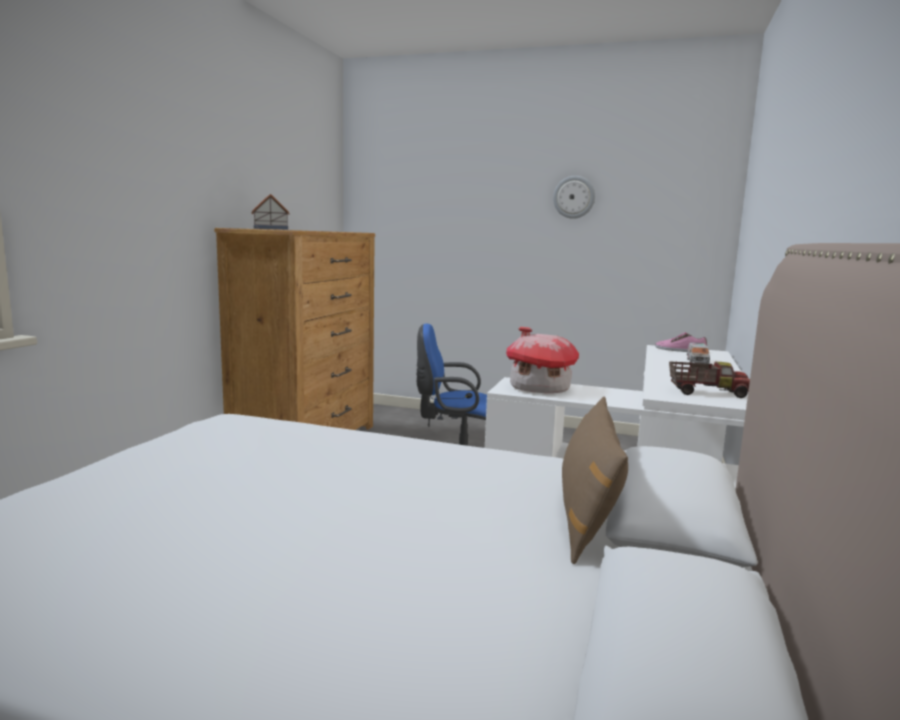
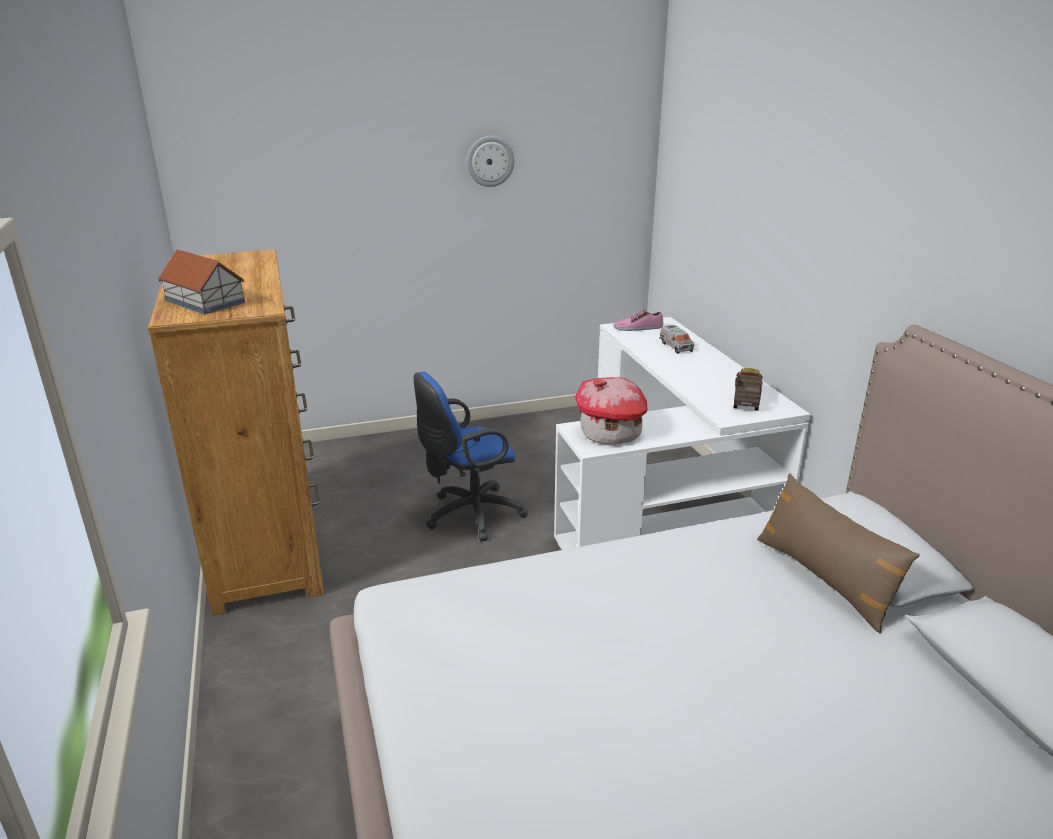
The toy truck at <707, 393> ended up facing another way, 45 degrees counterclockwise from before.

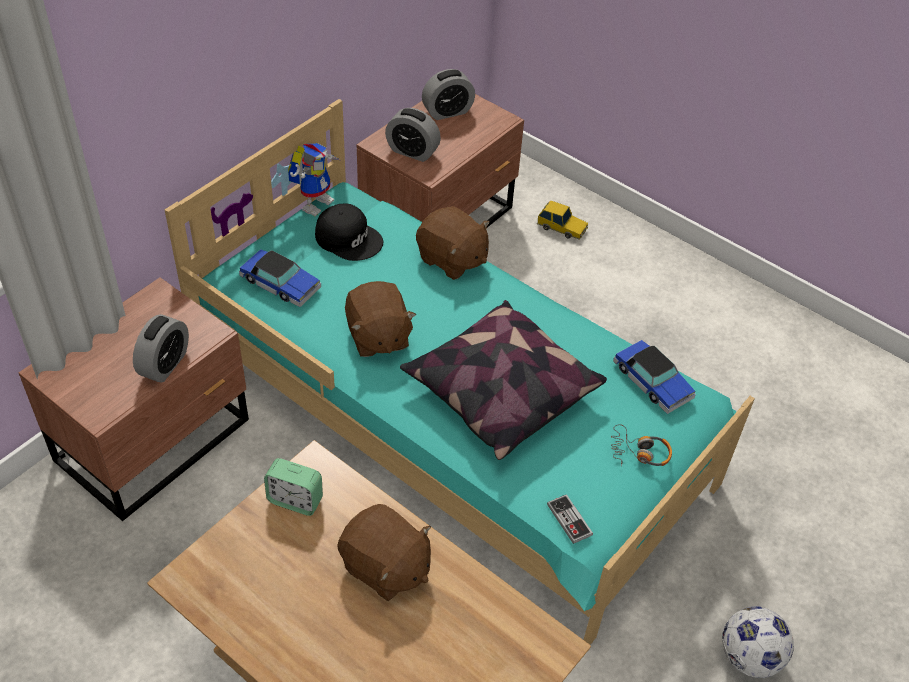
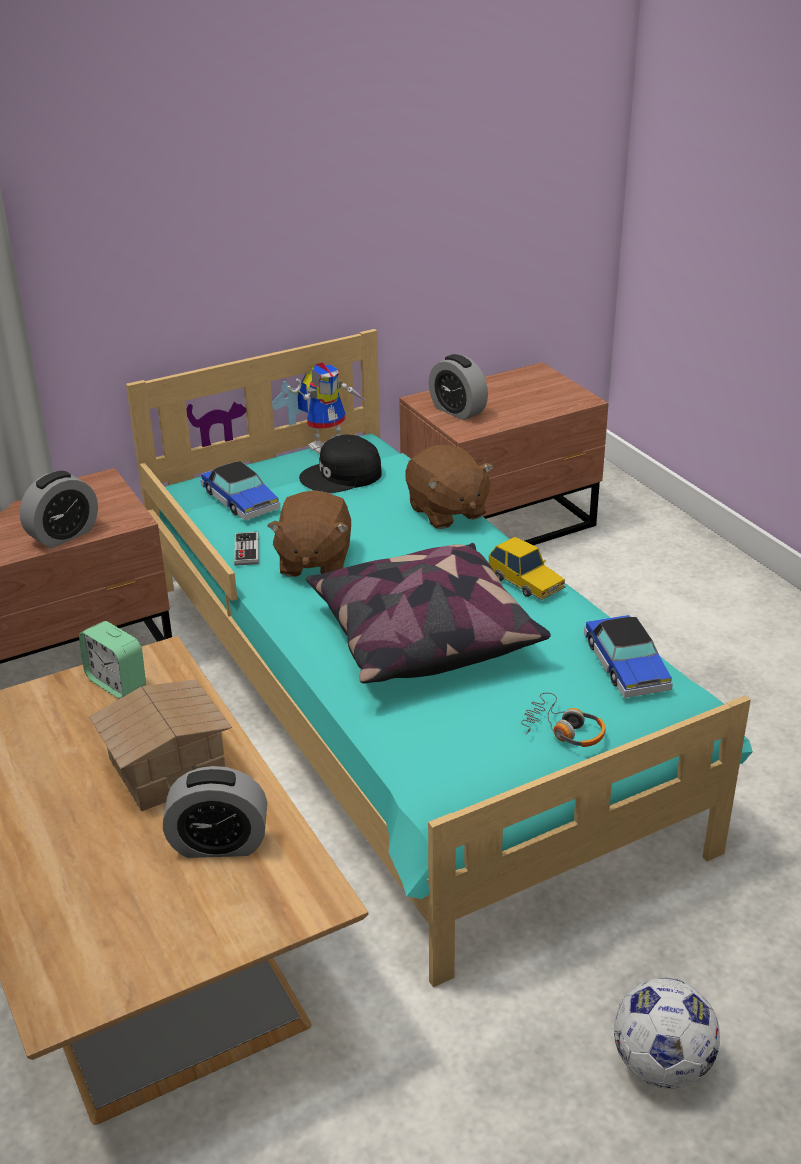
The black cap at <349, 238> ended up facing another way, 105 degrees clockwise from before.
Where the brown plush toy stood at <385, 568>, the toy house came to stand at <169, 767>.
The alarm clock ended up elsewhere, having gone from <447, 112> to <219, 844>.
The toy car ended up elsewhere, having gone from <562, 227> to <526, 582>.
The game controller ended up elsewhere, having gone from <569, 520> to <246, 550>.

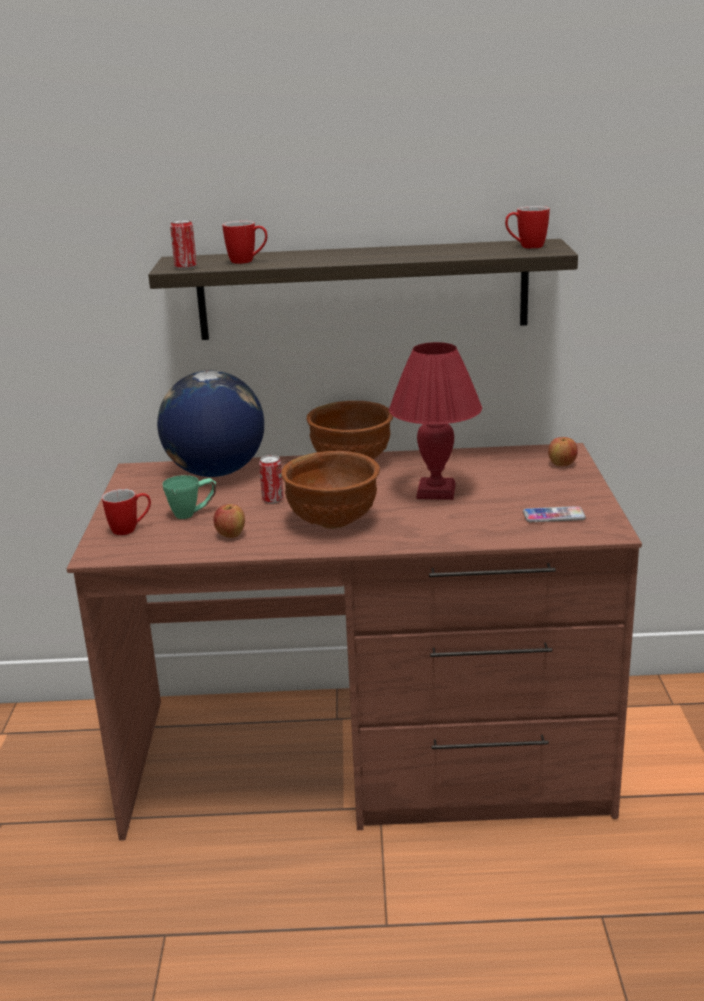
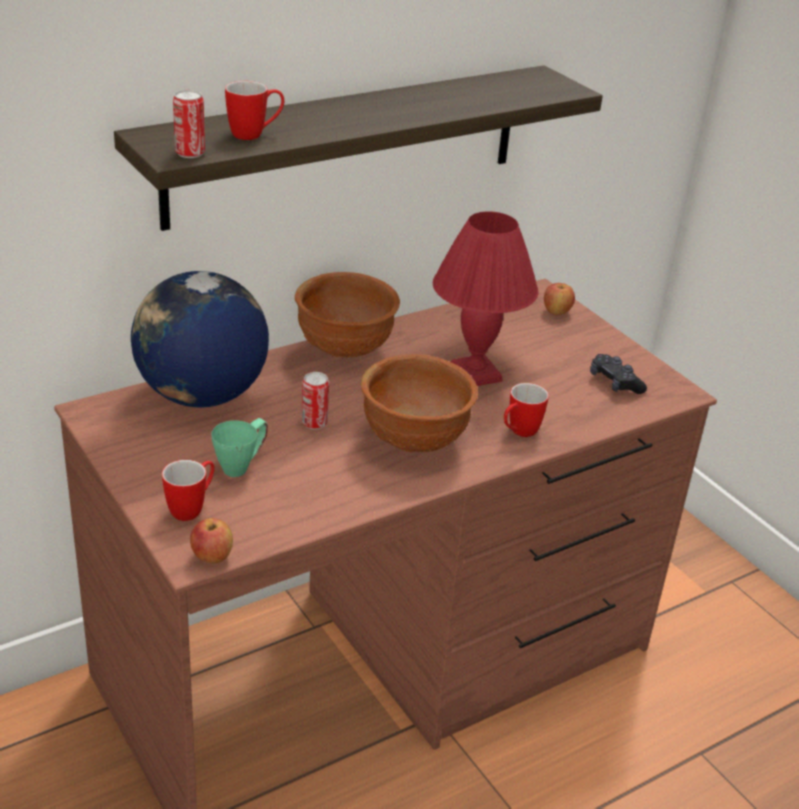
The apple ended up elsewhere, having gone from <230, 535> to <211, 557>.
The mug ended up elsewhere, having gone from <526, 247> to <518, 433>.
Where the phone stood at <553, 516>, the black game controller came to stand at <615, 383>.

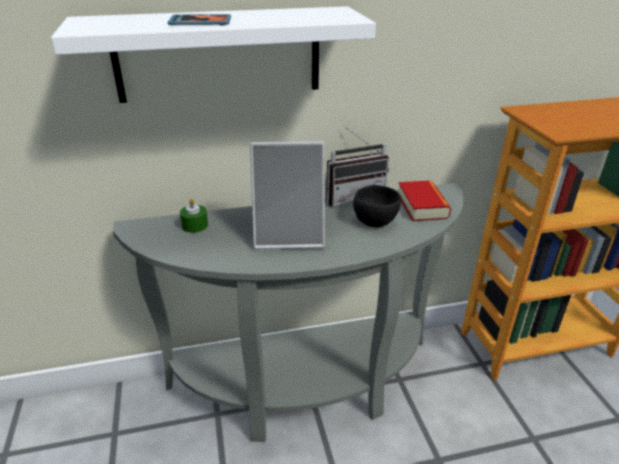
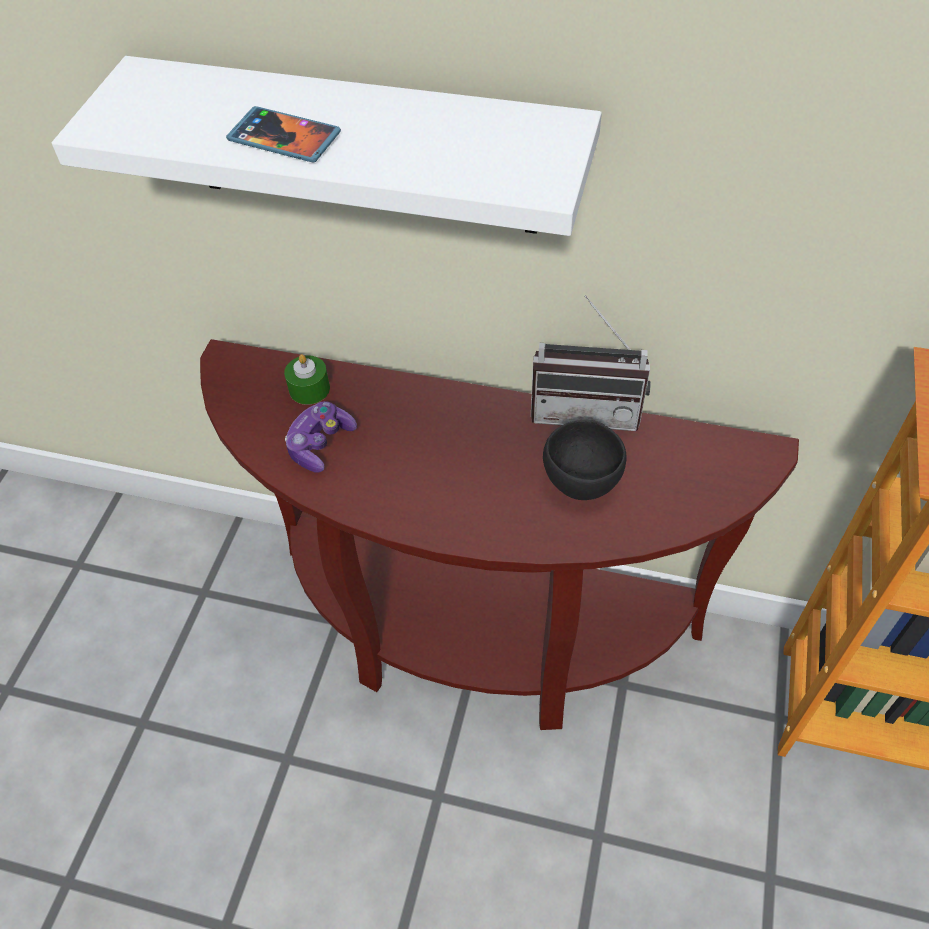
What was the grey console table at <306, 387> turned into the brown console table at <476, 635>.
The second view lost the picture frame at <289, 235>.
The second view lost the book at <422, 206>.
The second view gained the game controller at <320, 444>.

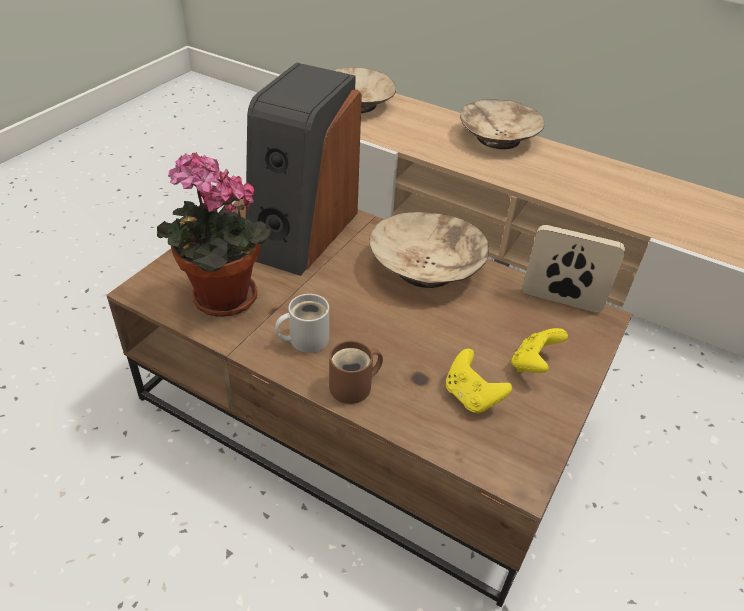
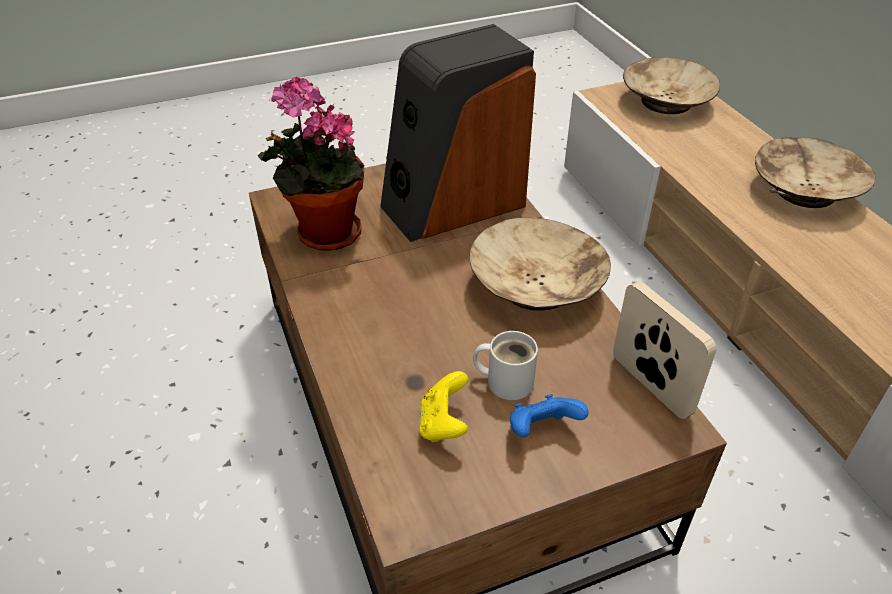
The white mug ended up elsewhere, having gone from <305, 338> to <506, 380>.
The second view lost the brown mug at <354, 387>.
What was the yellow game controller at <533, 364> turned into the blue game controller at <542, 430>.

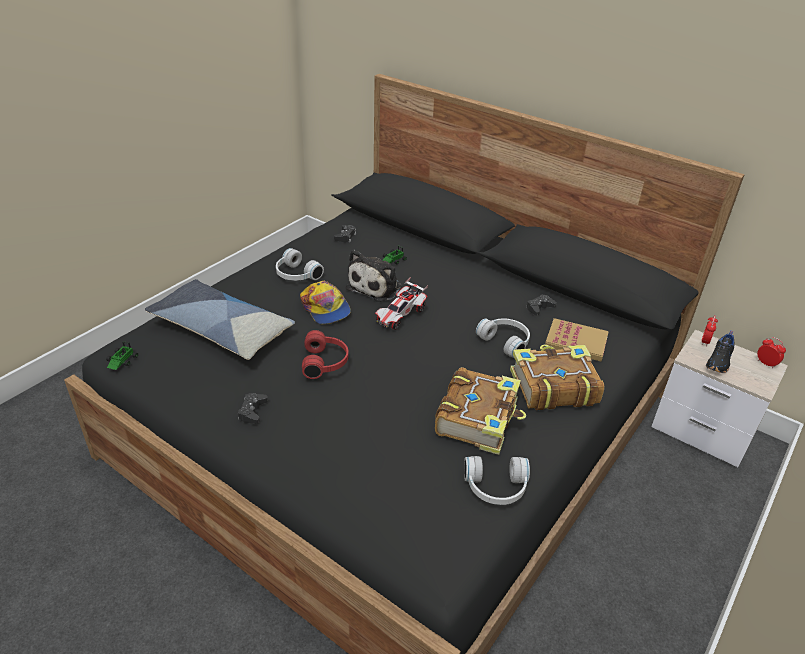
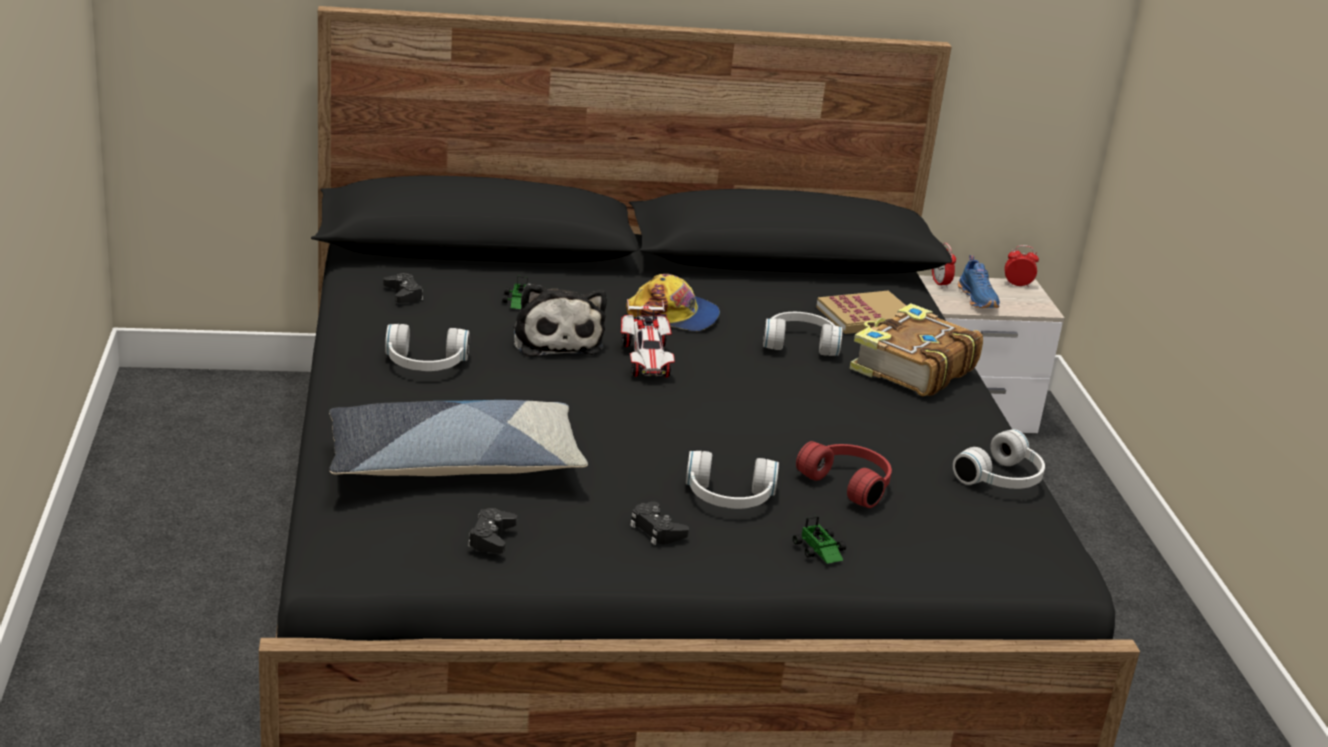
The toy car ended up elsewhere, having gone from <120, 361> to <821, 550>.
The cap ended up elsewhere, having gone from <325, 308> to <674, 315>.
The red headphones ended up elsewhere, having gone from <326, 362> to <849, 483>.
The second view lost the book at <478, 418>.
The black game controller ended up elsewhere, having gone from <539, 308> to <491, 538>.
What was the black shoe at <719, 362> turned into the blue shoe at <978, 299>.
The second view gained the white headphones at <729, 499>.

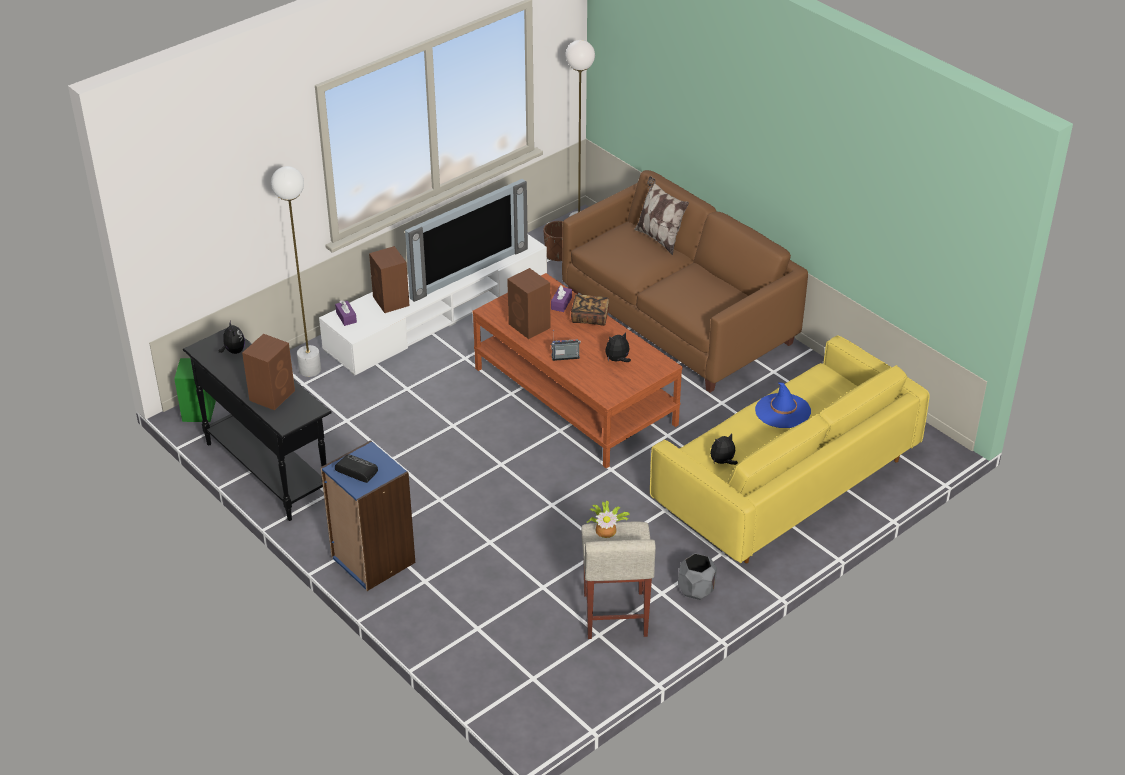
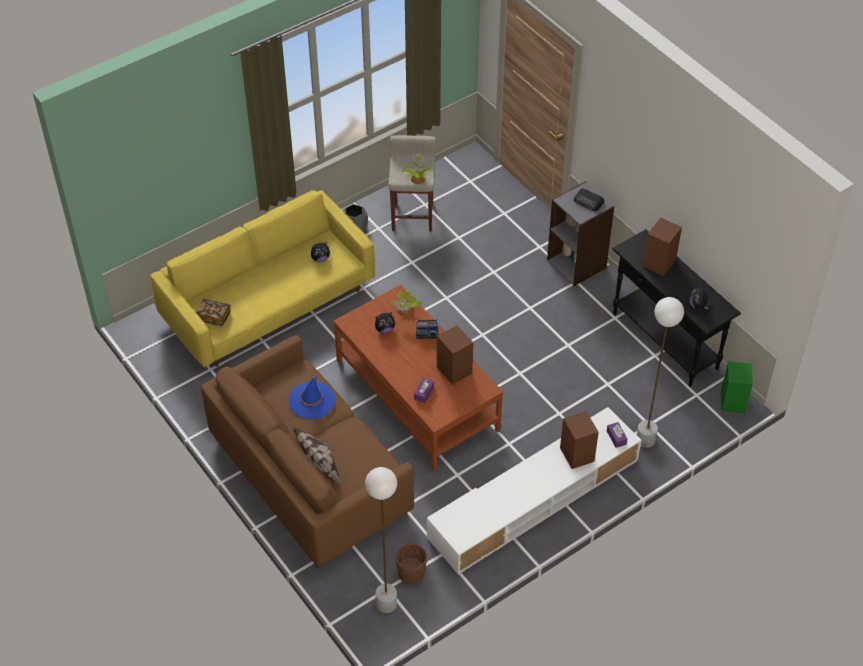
What was the blue bookcase at <372, 560> turned into the grey bookcase at <577, 263>.
The second view lost the television at <466, 270>.
The book ended up elsewhere, having gone from <590, 317> to <214, 317>.
The blue hat ended up elsewhere, having gone from <782, 411> to <312, 400>.
The second view gained the potted plant at <406, 310>.

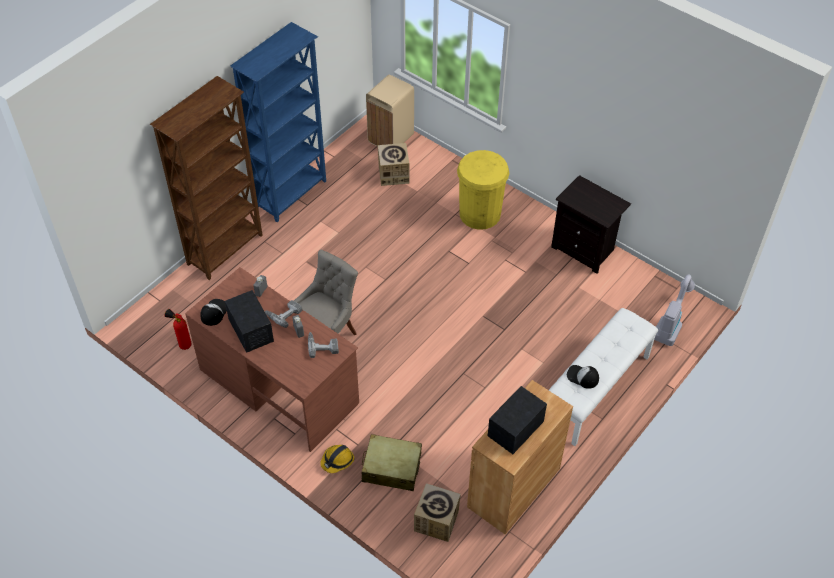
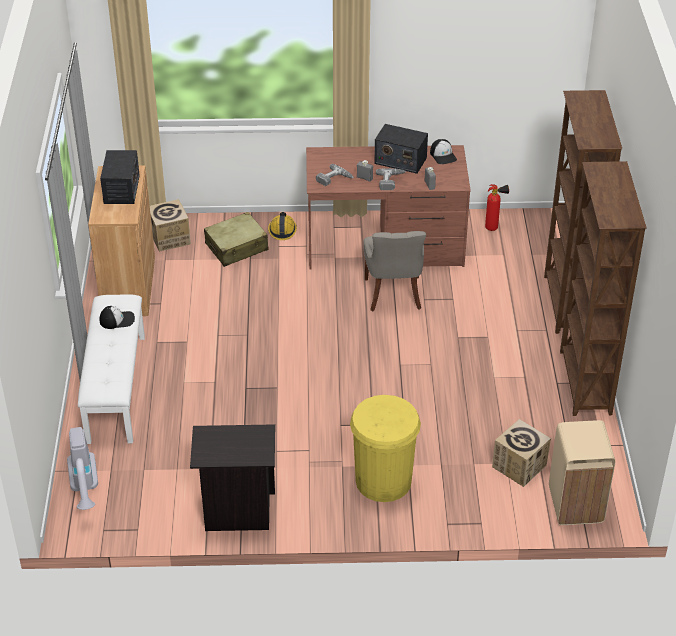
What was the blue bookcase at <292, 194> turned into the brown bookcase at <584, 383>.

